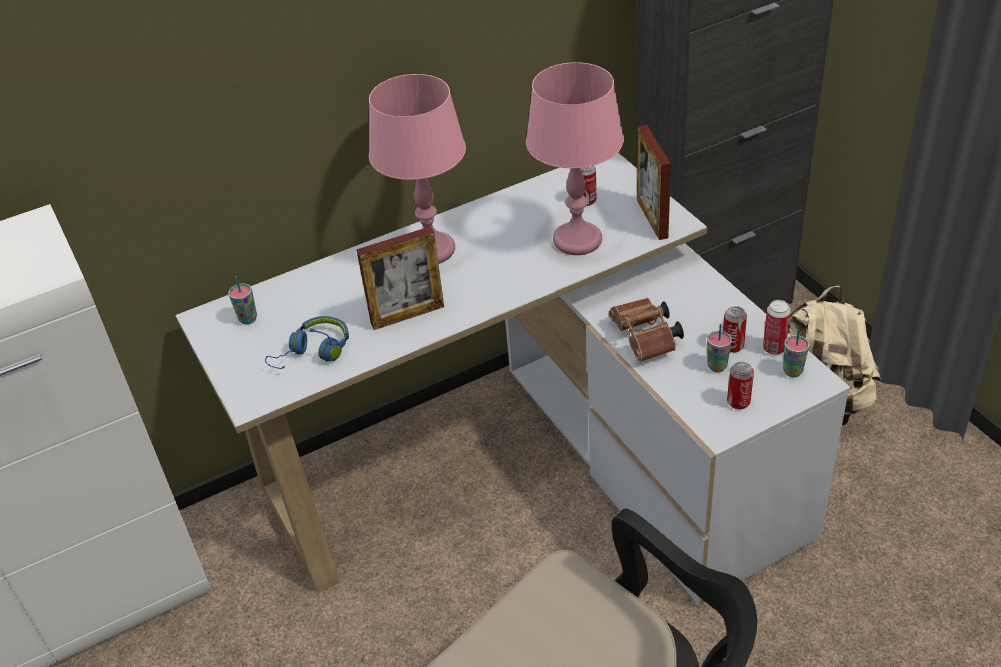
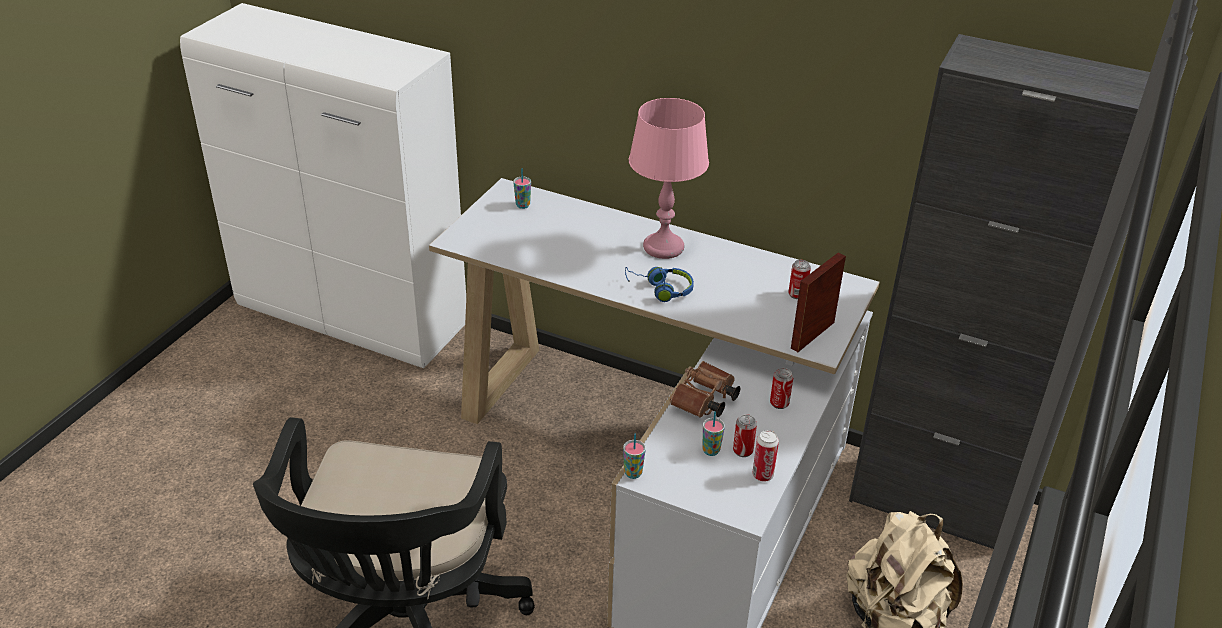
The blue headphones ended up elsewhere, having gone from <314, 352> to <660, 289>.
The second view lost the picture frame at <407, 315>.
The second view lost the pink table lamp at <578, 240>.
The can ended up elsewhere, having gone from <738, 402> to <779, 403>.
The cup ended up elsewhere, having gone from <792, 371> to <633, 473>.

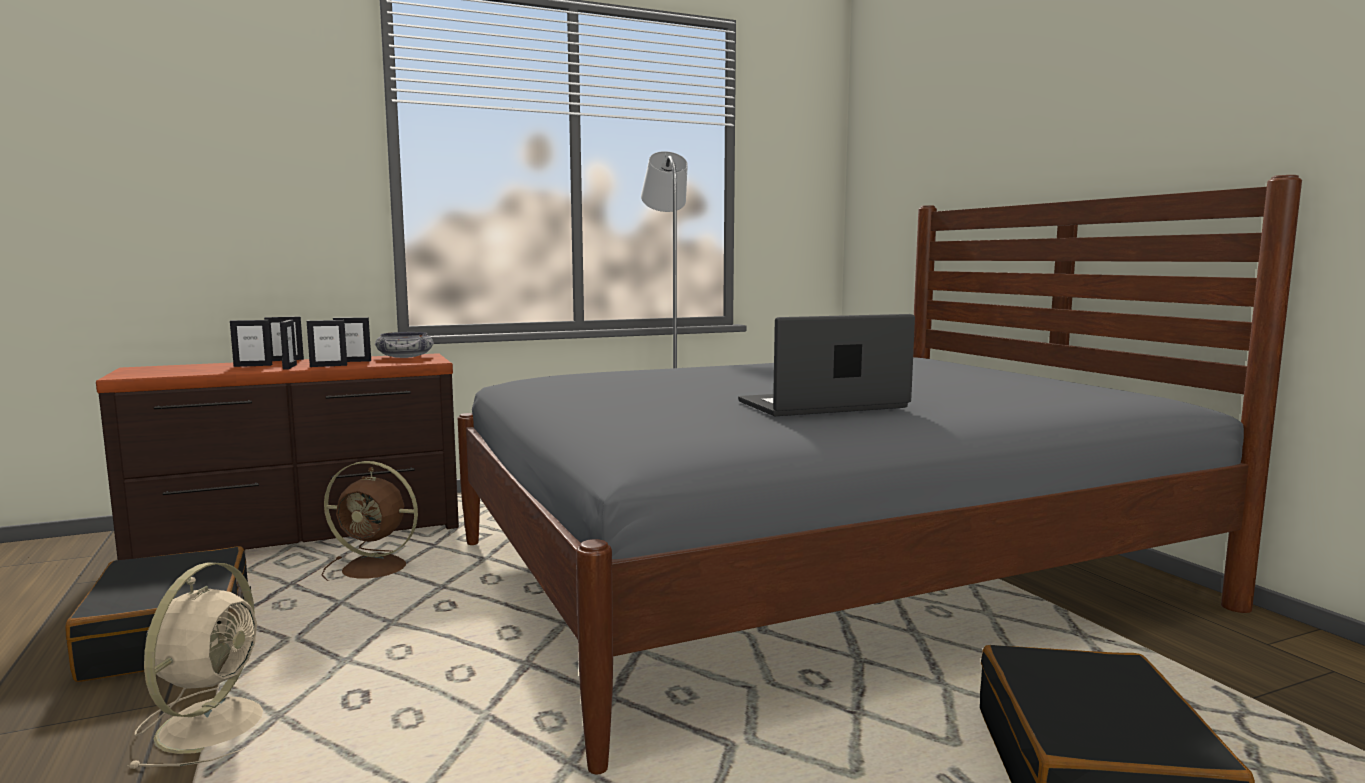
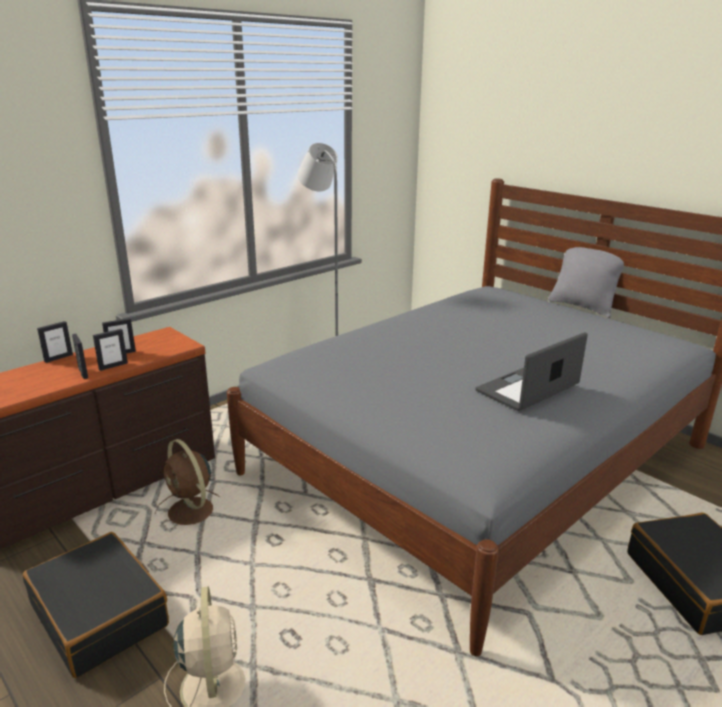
The second view lost the picture frame at <253, 365>.
The brown fan at <377, 569> ended up facing another way, 60 degrees clockwise from before.
The second view lost the bowl at <405, 357>.
The second view gained the grey pillow at <582, 307>.

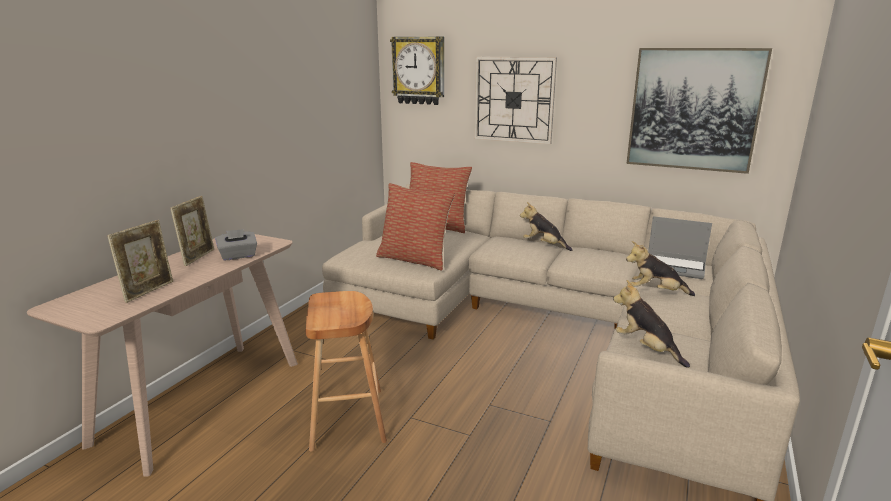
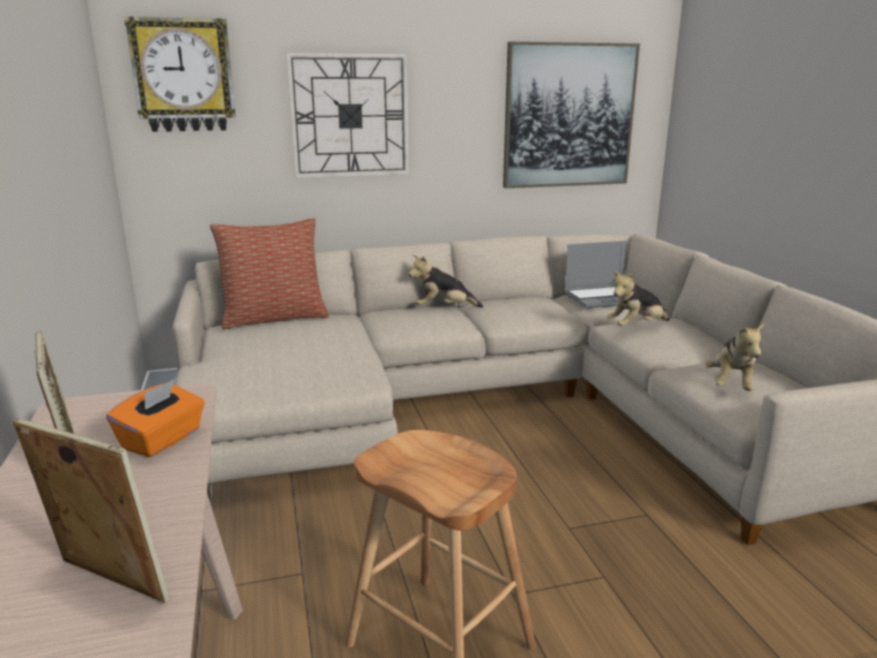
The picture frame at <148, 291> ended up facing another way, 45 degrees counterclockwise from before.
What was the grey tissue box at <238, 256> turned into the orange tissue box at <163, 440>.
The second view lost the pillow at <415, 259>.
The plush toy at <646, 348> ended up facing another way, 90 degrees counterclockwise from before.

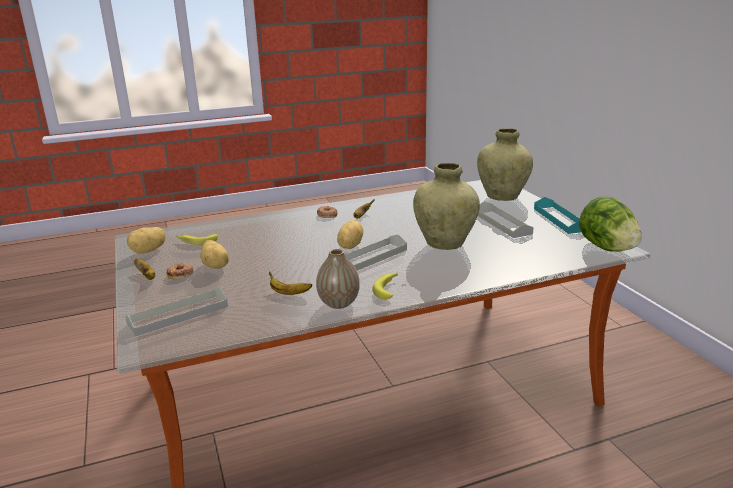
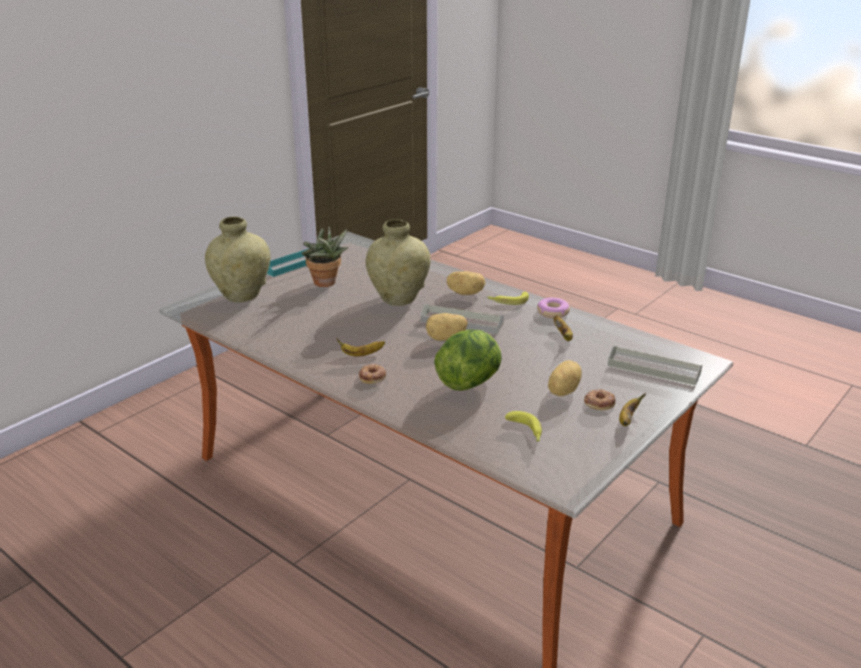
The potato ended up elsewhere, having gone from <149, 251> to <466, 293>.
Where the vase stood at <338, 303>, the donut came to stand at <552, 312>.
Where the grey tray stood at <502, 223>, the potted plant came to stand at <326, 284>.
The lettuce ended up elsewhere, having gone from <606, 248> to <470, 382>.

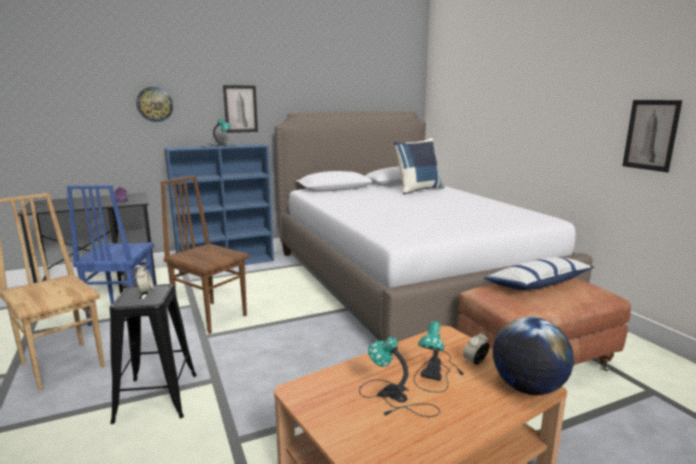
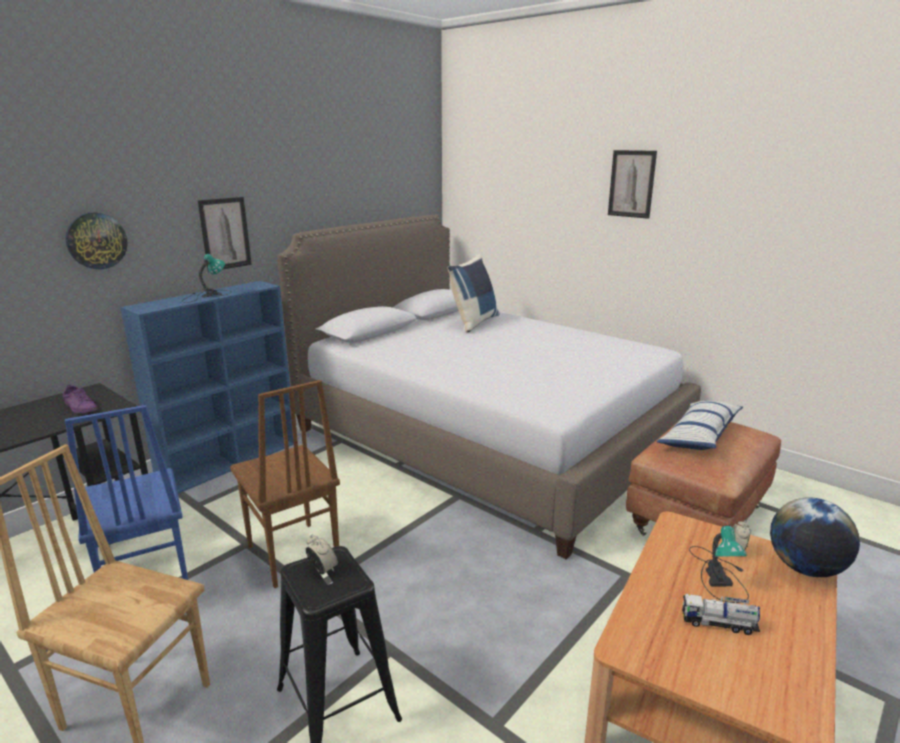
The brown chair at <211, 316> ended up facing another way, 135 degrees counterclockwise from before.
Where the table lamp stood at <394, 398>, the toy truck came to stand at <718, 623>.
The picture ended up elsewhere, having gone from <651, 135> to <631, 184>.

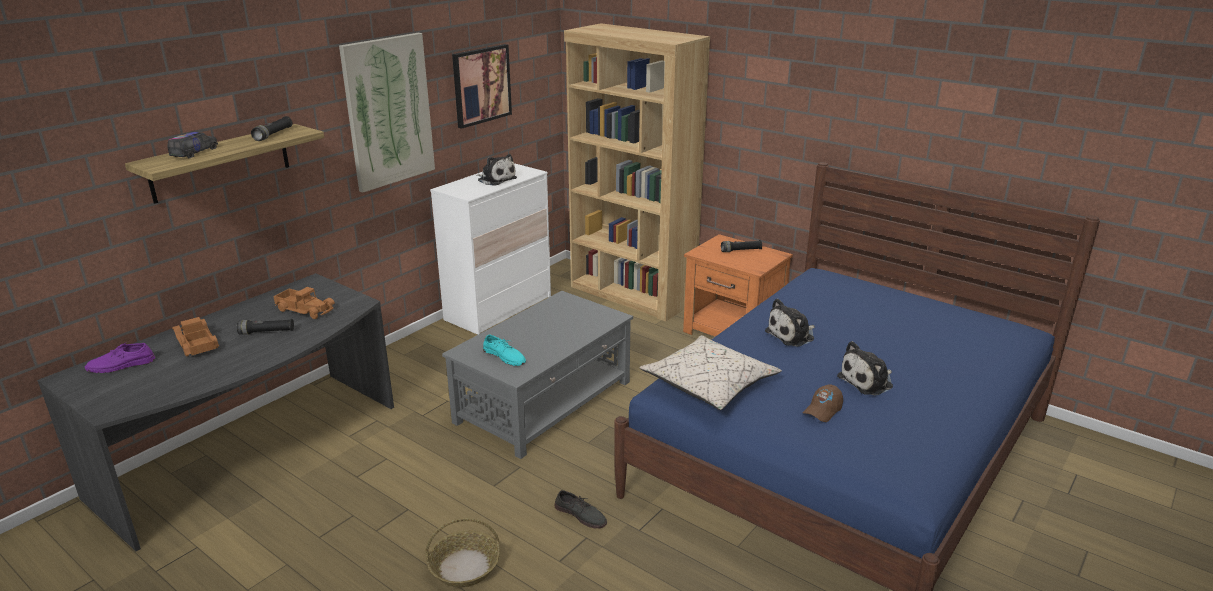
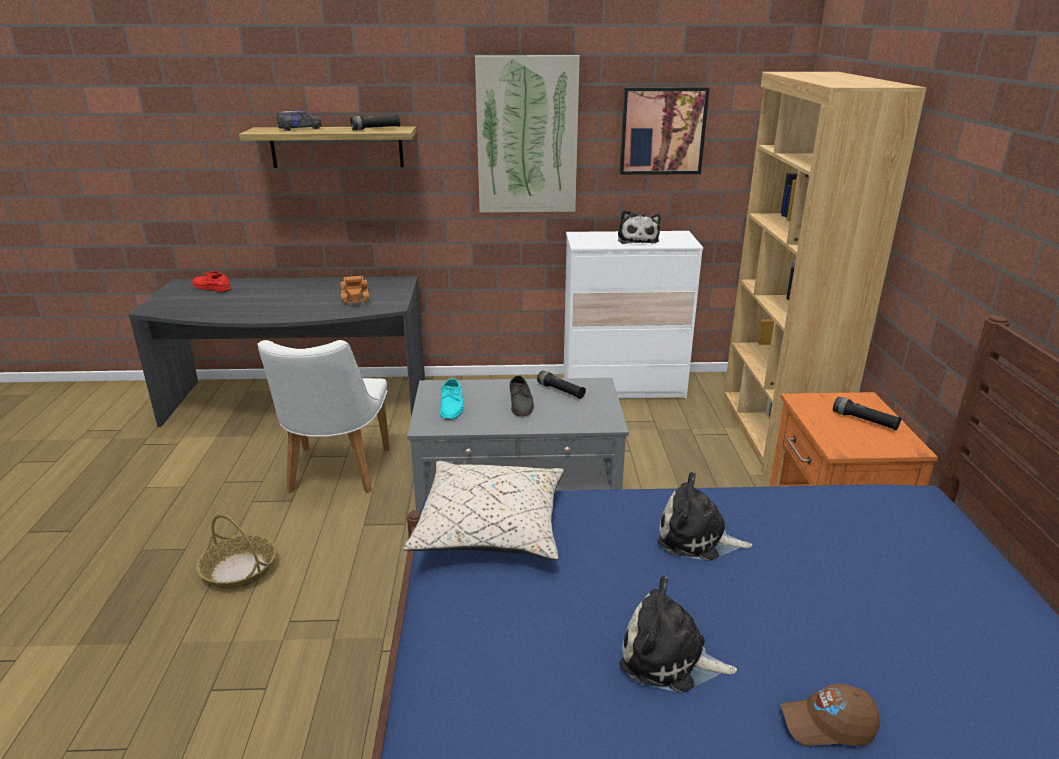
What was the purple shoe at <121, 365> turned into the red shoe at <211, 287>.
The second view lost the toy truck at <196, 344>.
The black flashlight ended up elsewhere, having gone from <267, 332> to <560, 391>.
The grey shoe ended up elsewhere, having gone from <581, 514> to <521, 403>.
The brown cap ended up elsewhere, having gone from <822, 410> to <827, 725>.
The second view gained the white chair at <335, 475>.

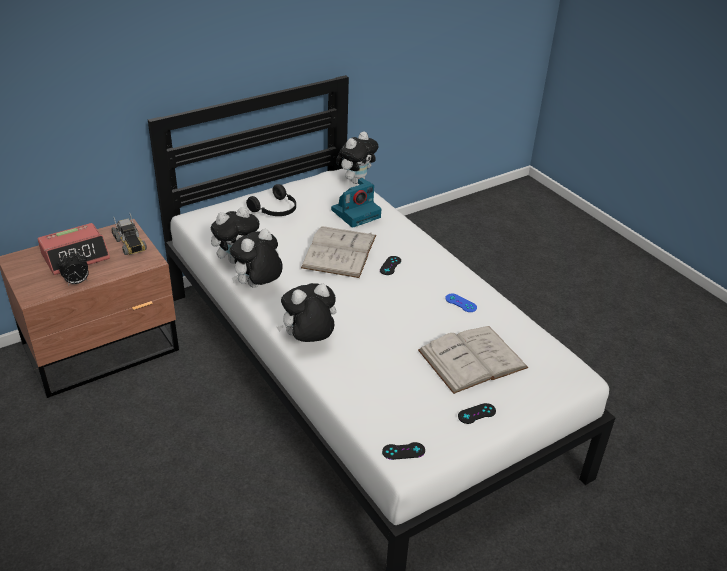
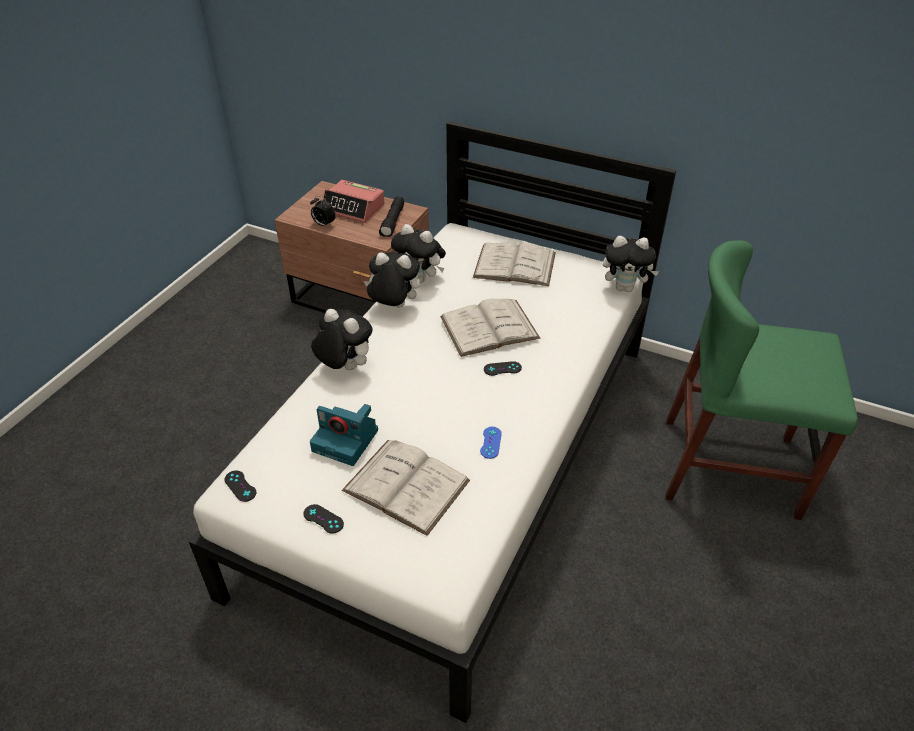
Where the toy truck stood at <130, 243>, the black flashlight came to stand at <393, 222>.
Where the black headphones stood at <275, 210>, the white book came to stand at <514, 265>.
The photo camera ended up elsewhere, having gone from <356, 213> to <347, 440>.
The second view gained the green chair at <730, 467>.

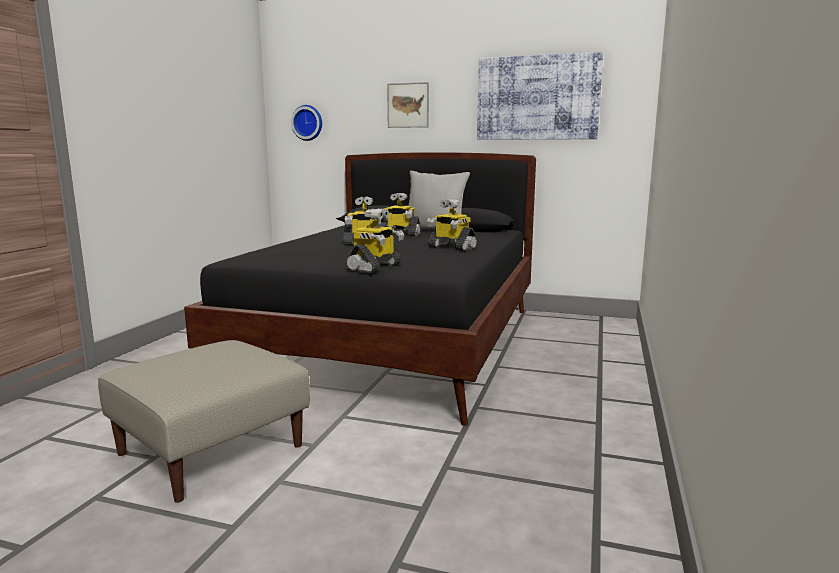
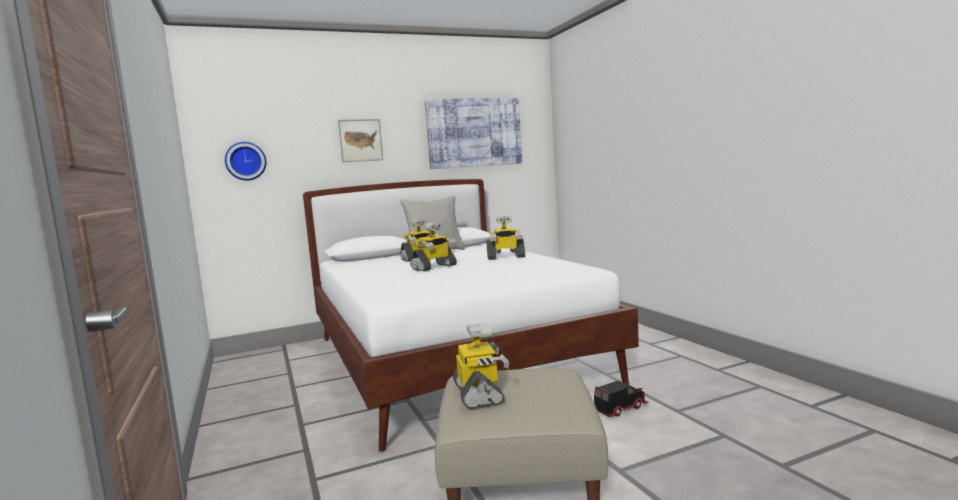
What was the black bed at <395, 343> turned into the white bed at <451, 358>.
The toy robot ended up elsewhere, having gone from <375, 267> to <479, 394>.
The second view gained the toy truck at <619, 408>.

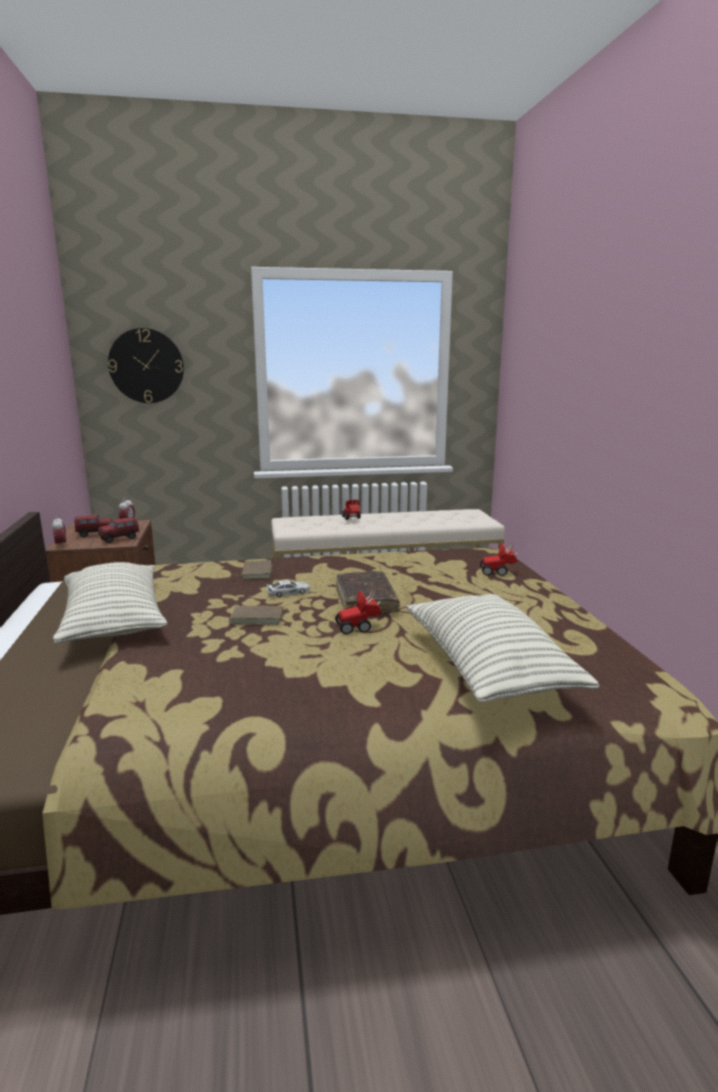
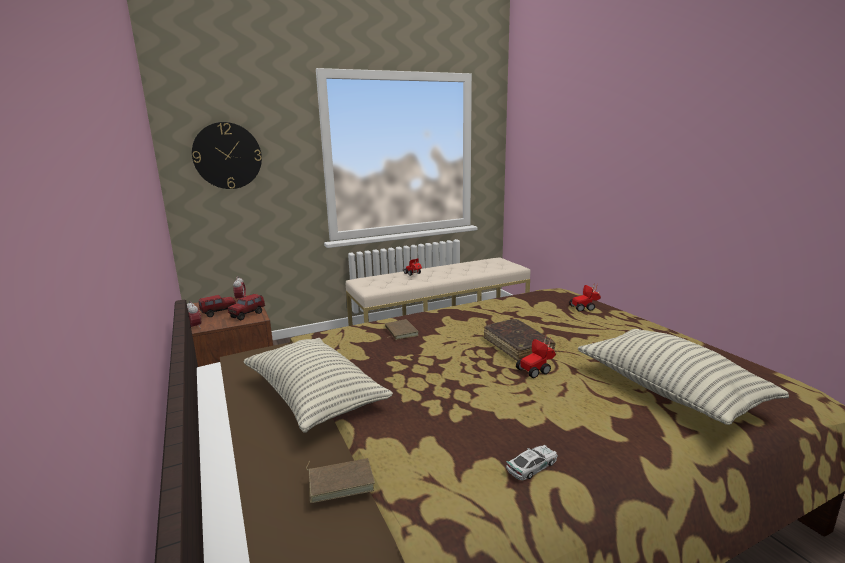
The brown book ended up elsewhere, having gone from <257, 617> to <341, 481>.
The toy car ended up elsewhere, having gone from <288, 593> to <532, 466>.

